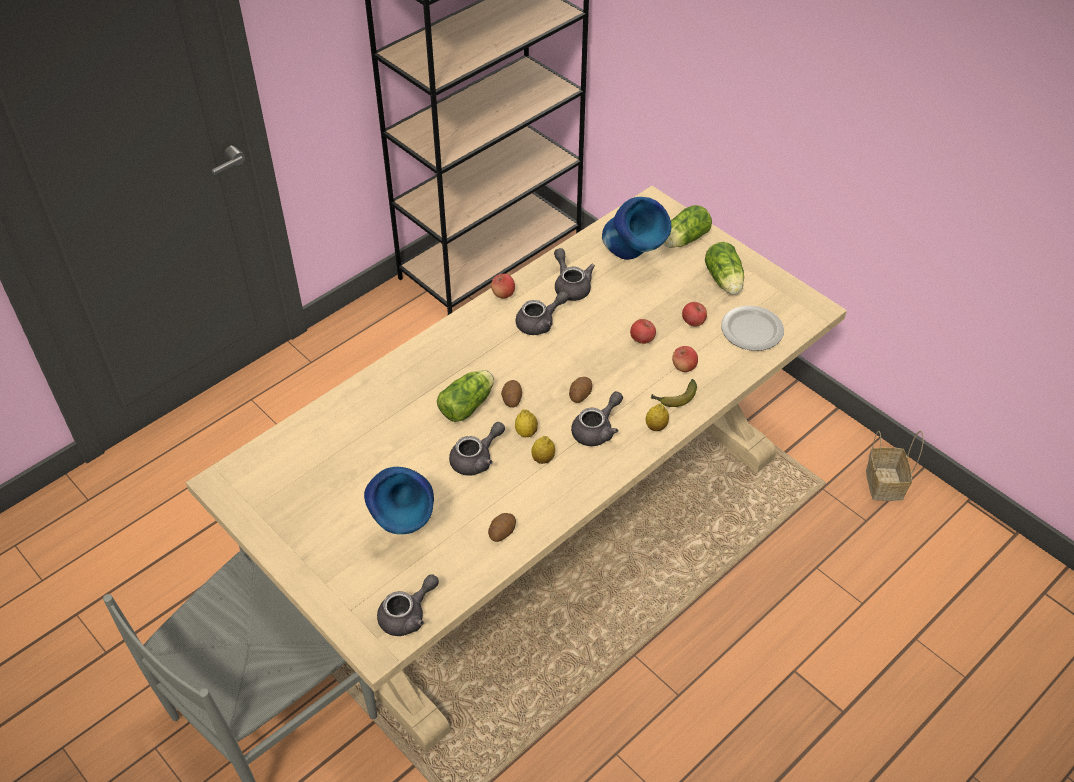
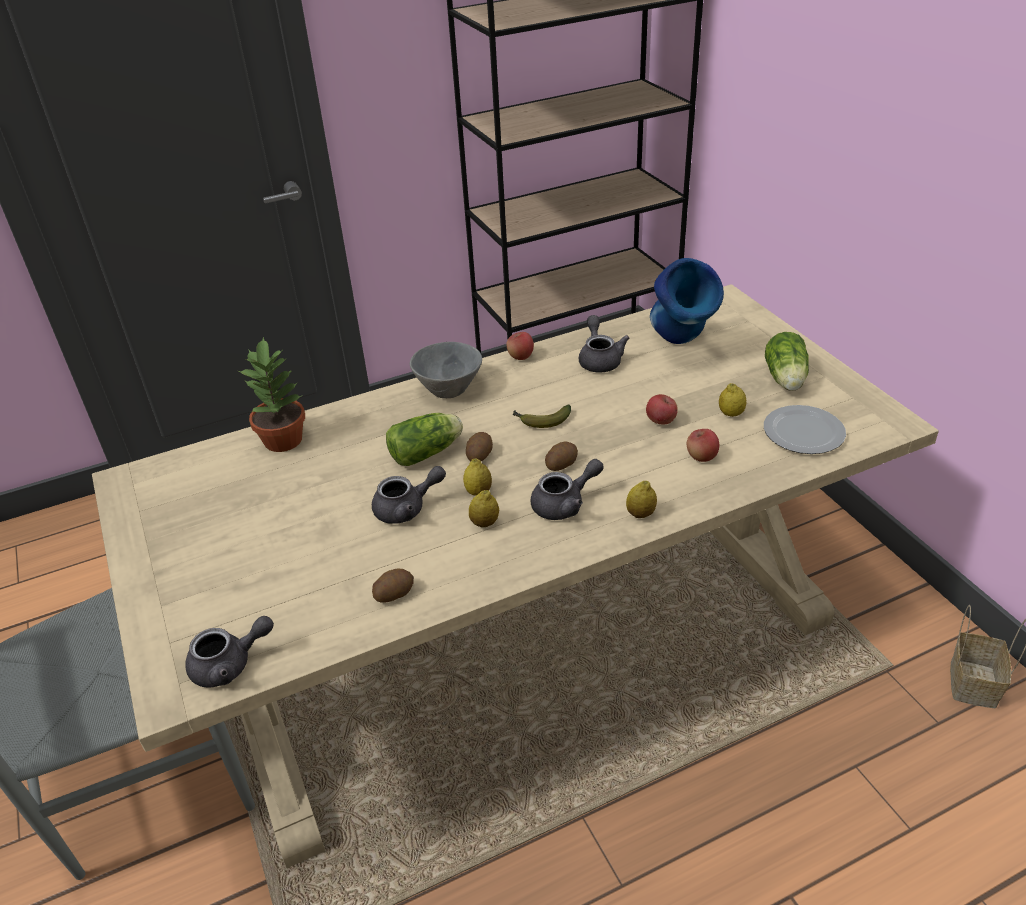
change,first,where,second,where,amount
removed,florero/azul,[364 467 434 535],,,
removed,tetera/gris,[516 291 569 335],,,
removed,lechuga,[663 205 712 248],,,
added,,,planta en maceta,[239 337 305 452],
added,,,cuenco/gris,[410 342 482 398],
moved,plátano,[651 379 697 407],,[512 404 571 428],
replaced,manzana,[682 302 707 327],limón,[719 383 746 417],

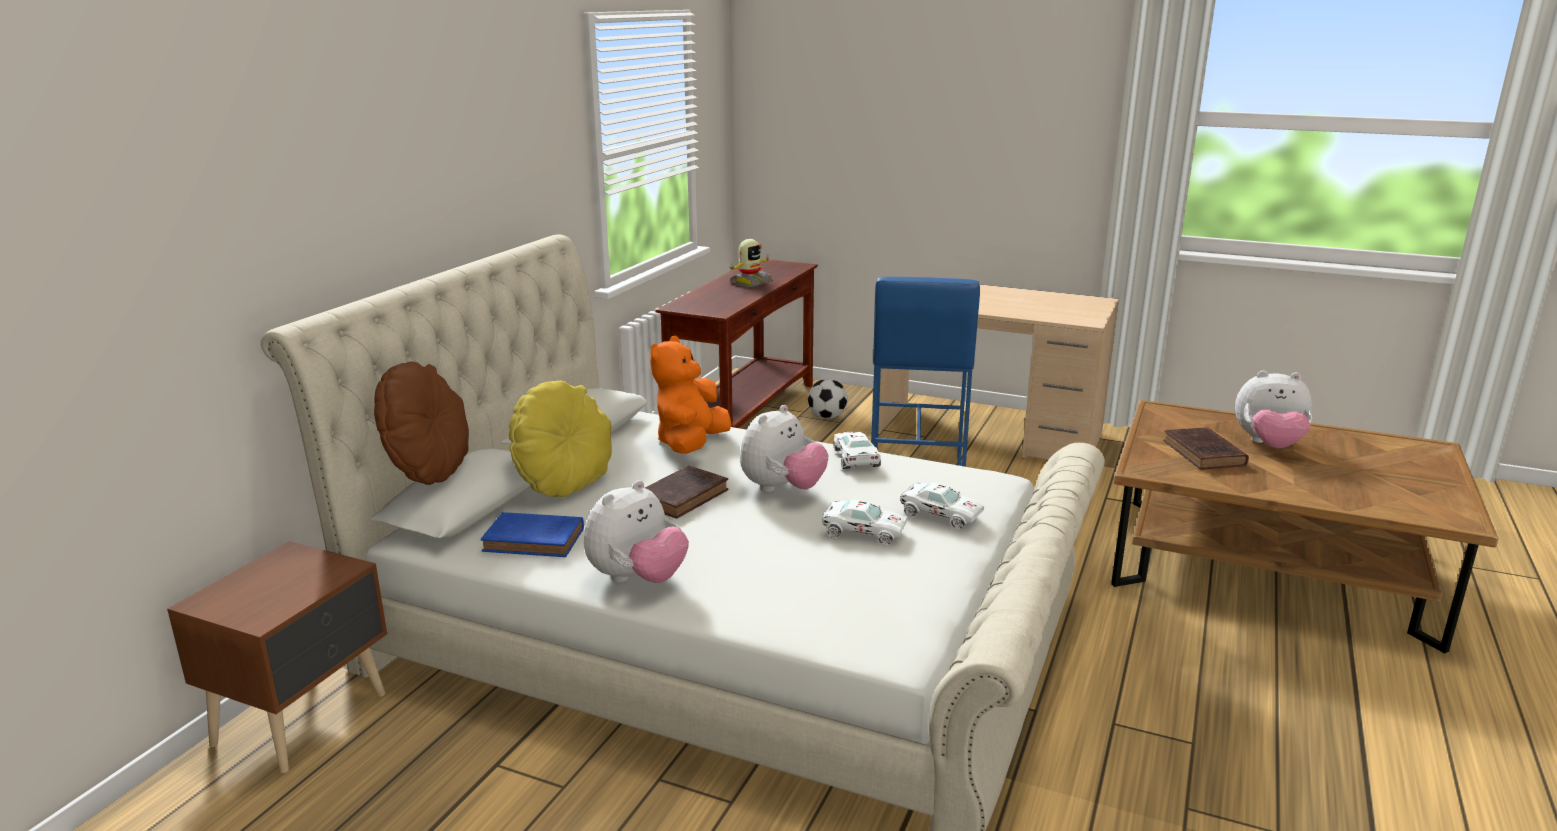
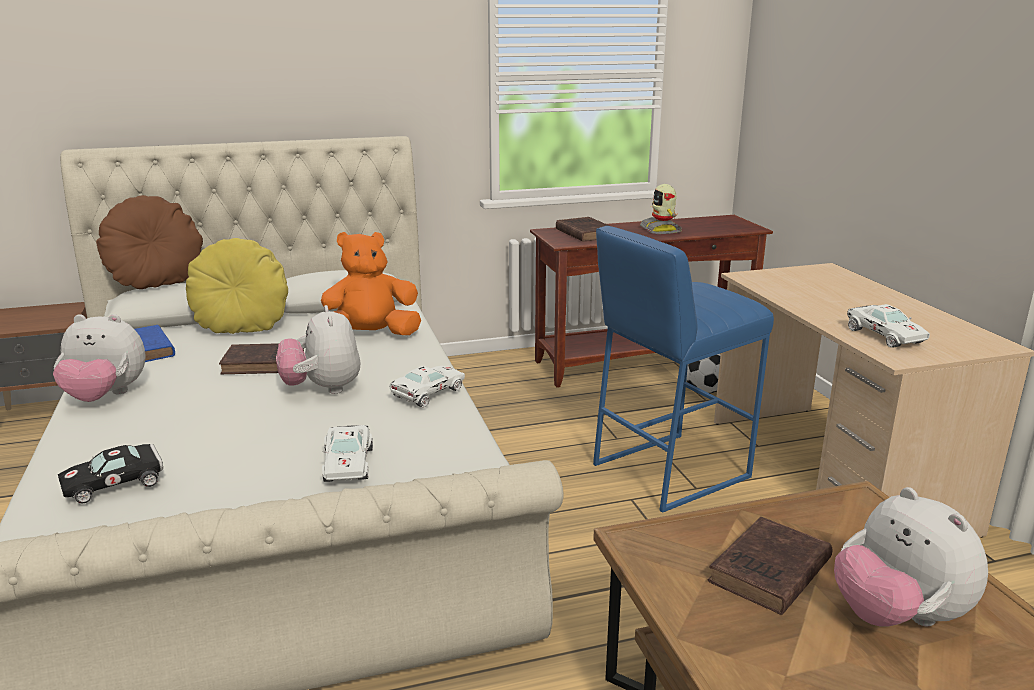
change,first,where,second,where,amount
added,,,coche de juguete/negro,[58 444 163 503],
added,,,libro/marrón,[556 217 610 242],
moved,coche de juguete/blanco,[822 500 907 545],,[847 304 930 348],
turned,robot de juguete,[730 239 773 287],,[640 184 682 234],75 degrees clockwise
turned,peluche,[740 405 828 492],,[276 305 360 394],75 degrees clockwise

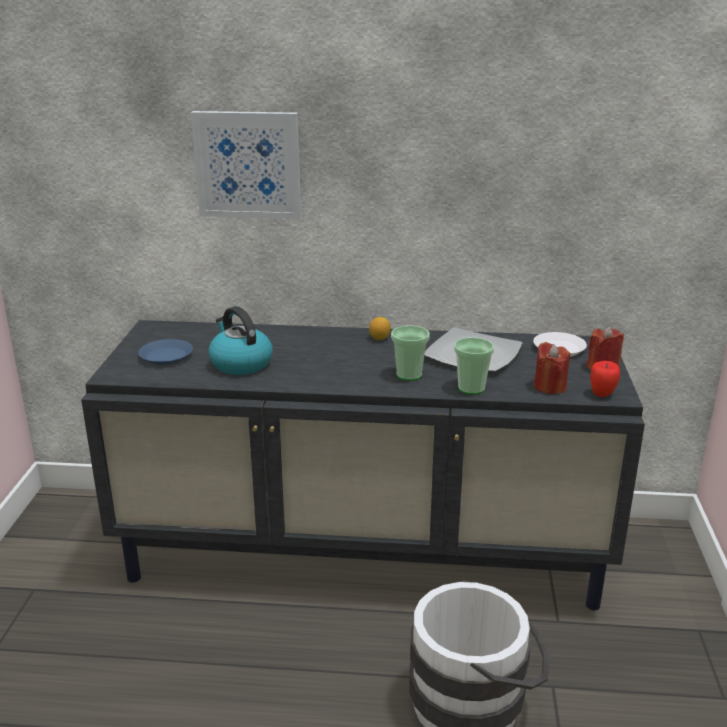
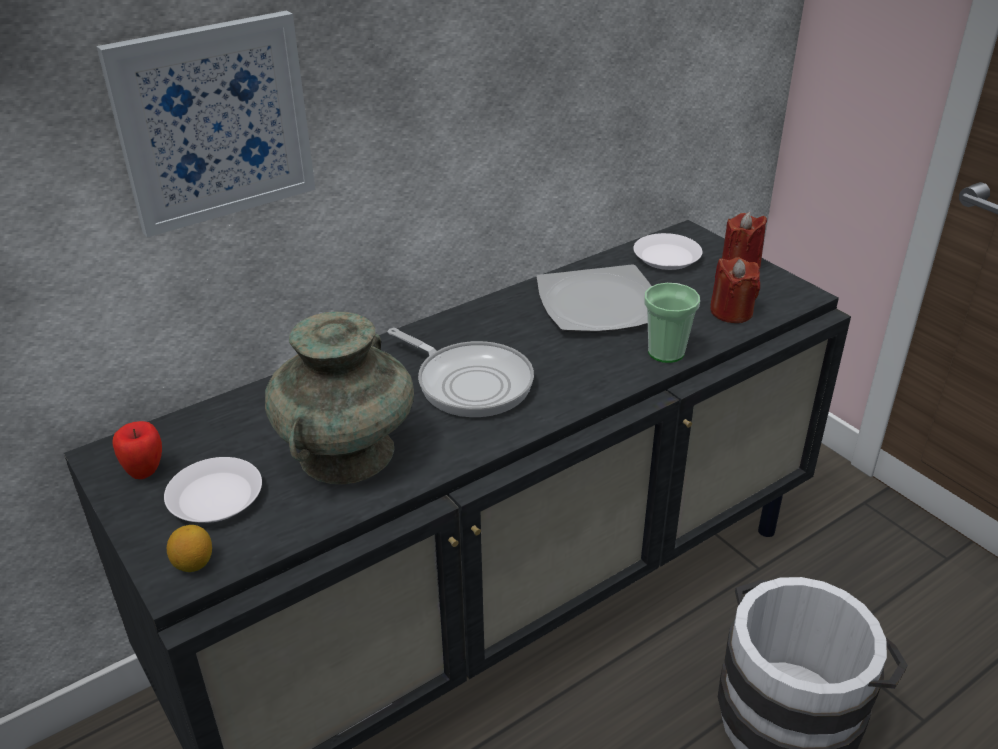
change,first,where,second,where,amount
removed,taza,[391 325 430 381],,,
added,,,sartén,[388 328 534 417],
moved,limón,[369 317 391 340],,[167 525 212 572],
moved,manzana,[590 361 620 397],,[113 421 162 479],
replaced,hervidor,[208 306 273 375],florero/turquesa,[265 312 414 484],
recoloured,plato/azul,[138 339 193 365],plato/blanco,[164 457 262 523],

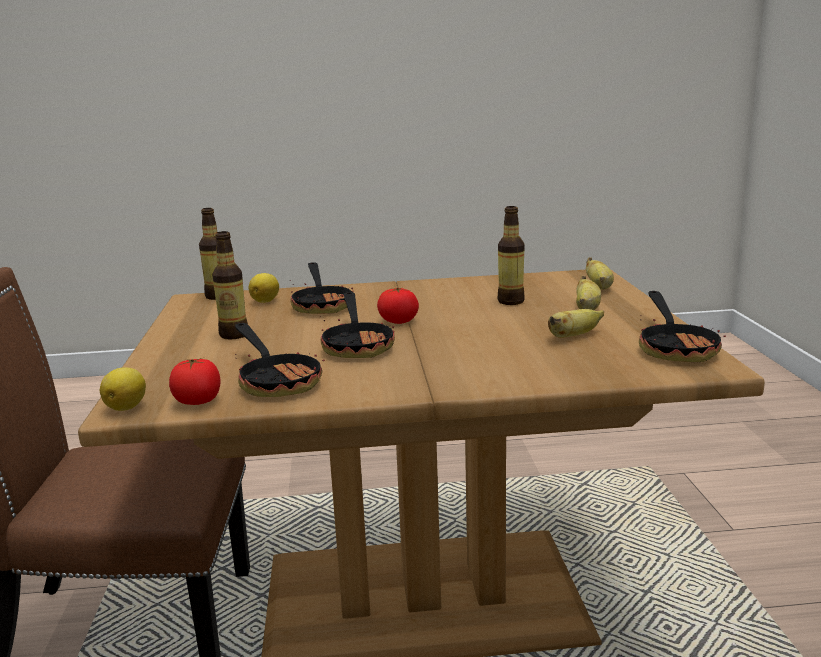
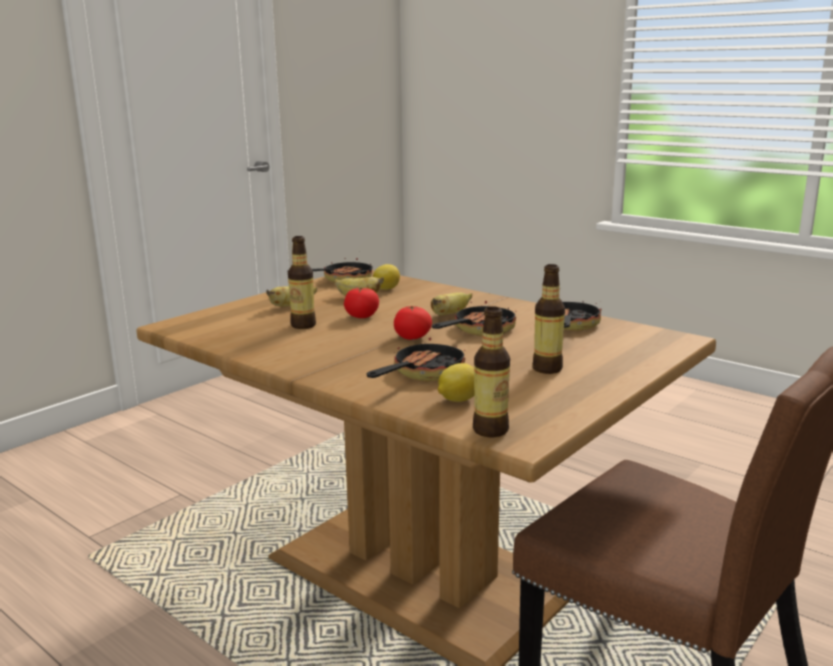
change,first,where,second,where,amount
moved,limón,[100 367 146 411],,[373 264 400 290],
moved,tomate,[169 357 221 405],,[344 287 379 318],
moved,plátano,[586 257 614 290],,[431 292 472 315],

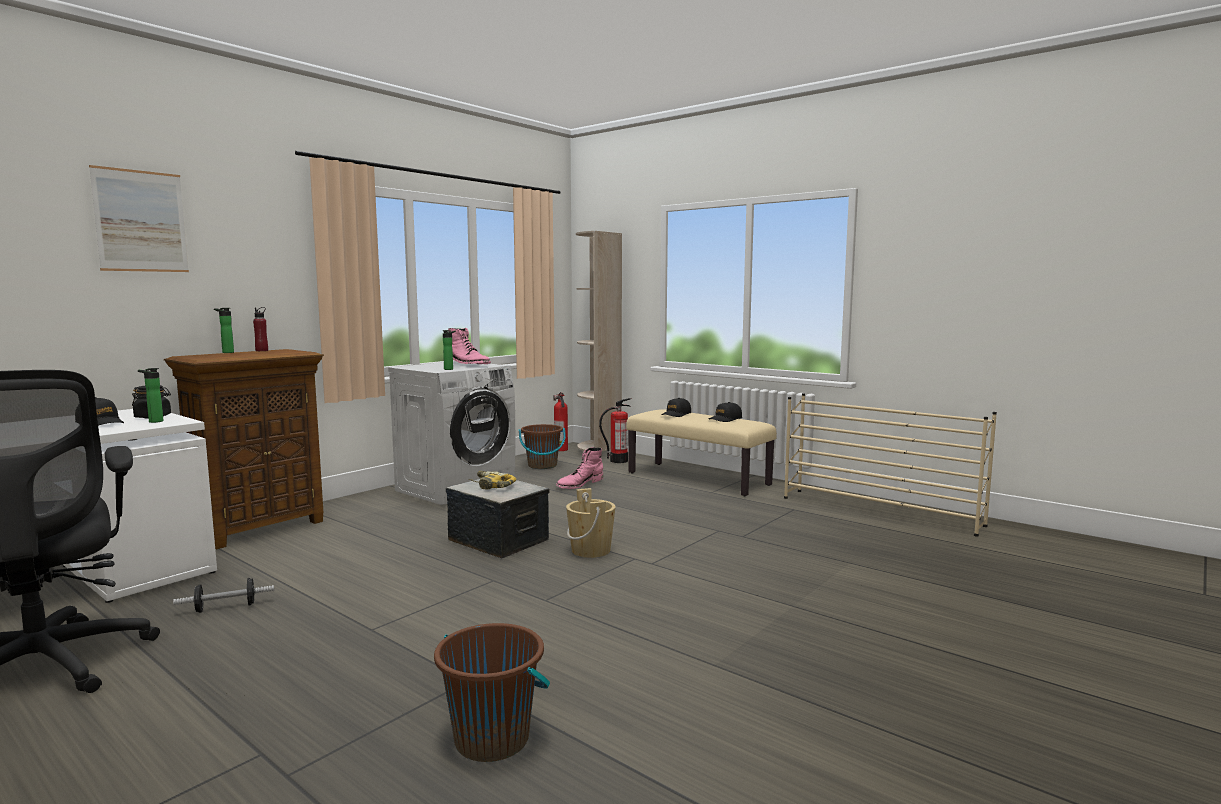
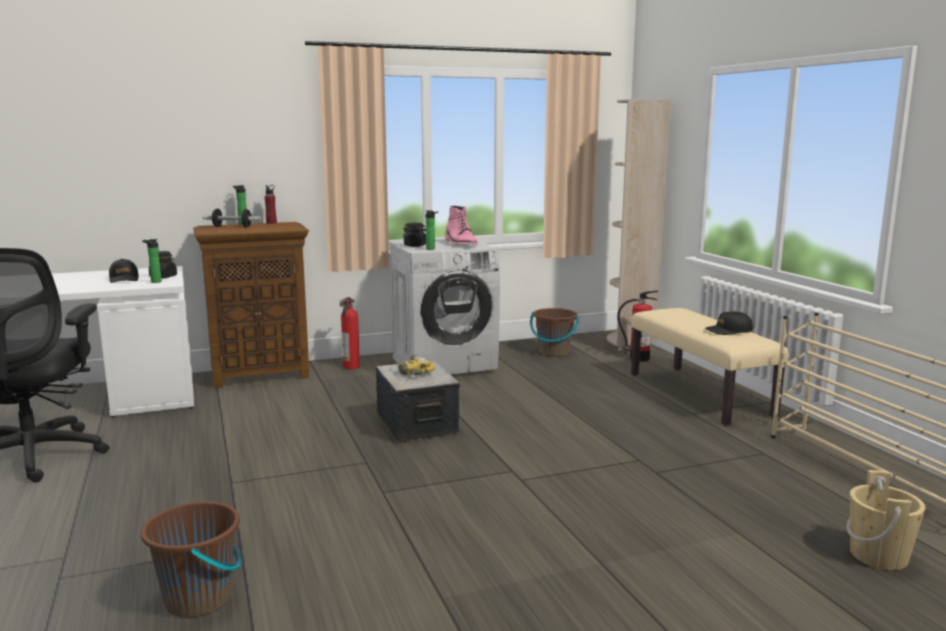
change,first,where,second,where,amount
removed,cuadro,[89 165 189 272],,,
removed,bota/rosa,[556 447 603 489],,,
removed,gorra/negro,[661 398 691 417],,,
added,,,tarro/negro,[403 223 426 247],
moved,mancuerna,[173 578 274 613],,[202 209 261 228],
moved,extintor,[553 392 568 451],,[340 297 360 369],
moved,cubo/beis,[566 488 616 558],,[846 470 925 570],

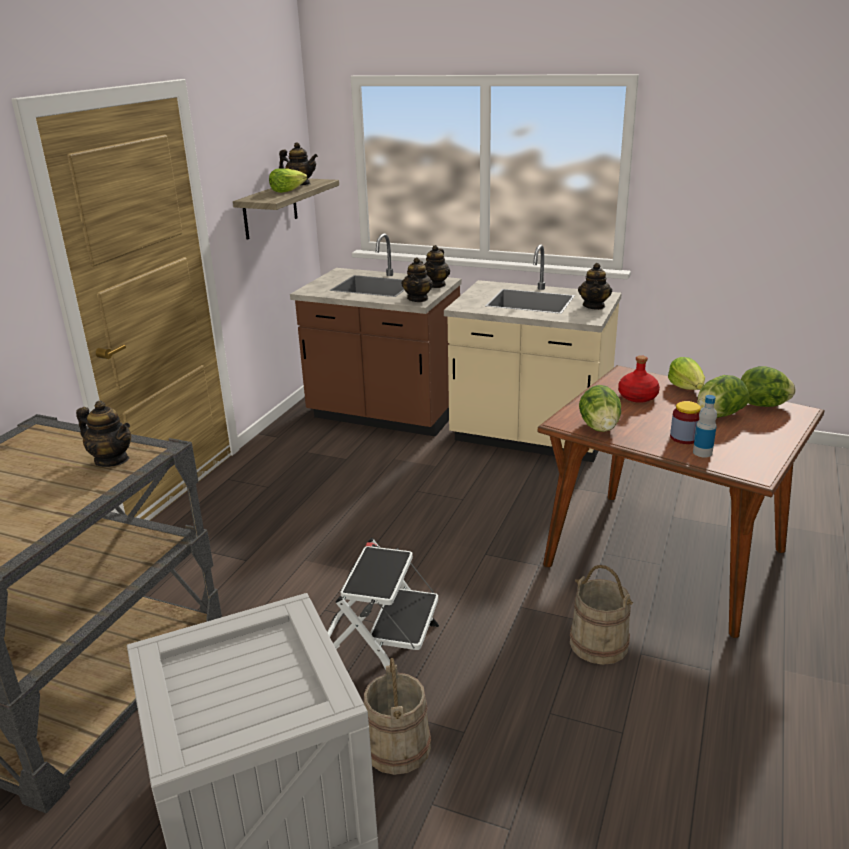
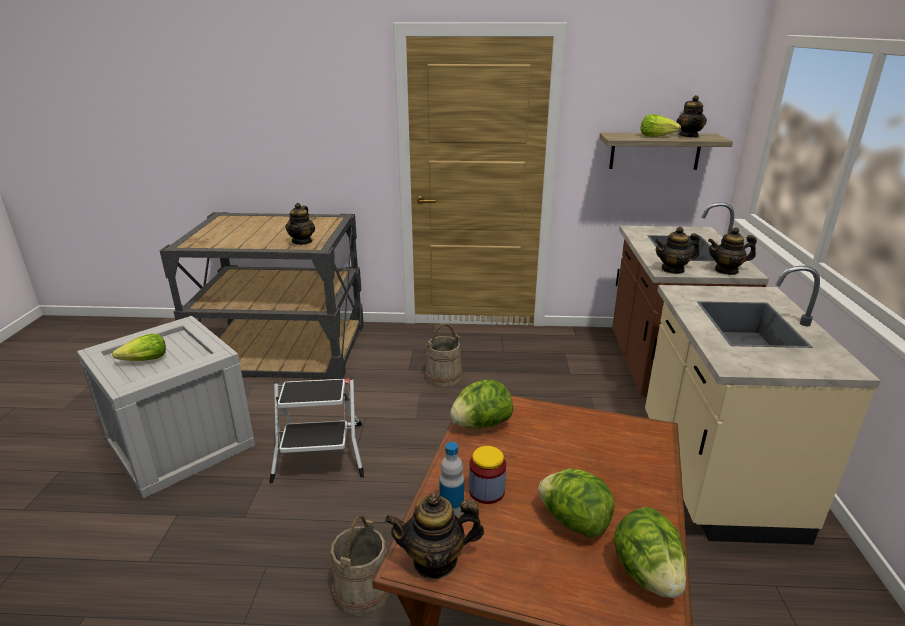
change,first,where,second,where,amount
removed,botella/rojo,[618 355 660 403],,,
moved,cubo/beis,[364 658 431 775],,[426 324 462 387],
moved,tetera,[578 263 612 310],,[385 493 484 579],
moved,lechuga,[668 357 705 390],,[112 333 166 361],

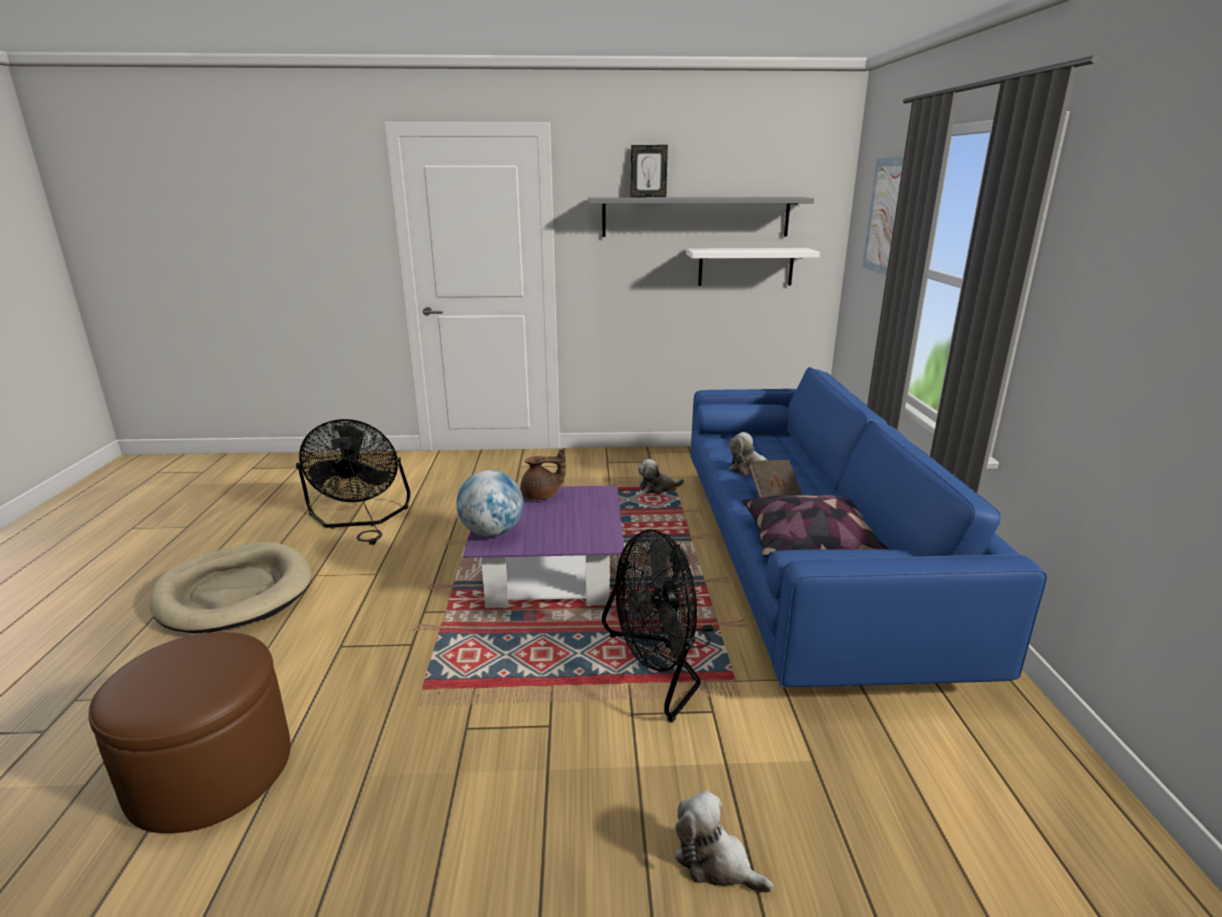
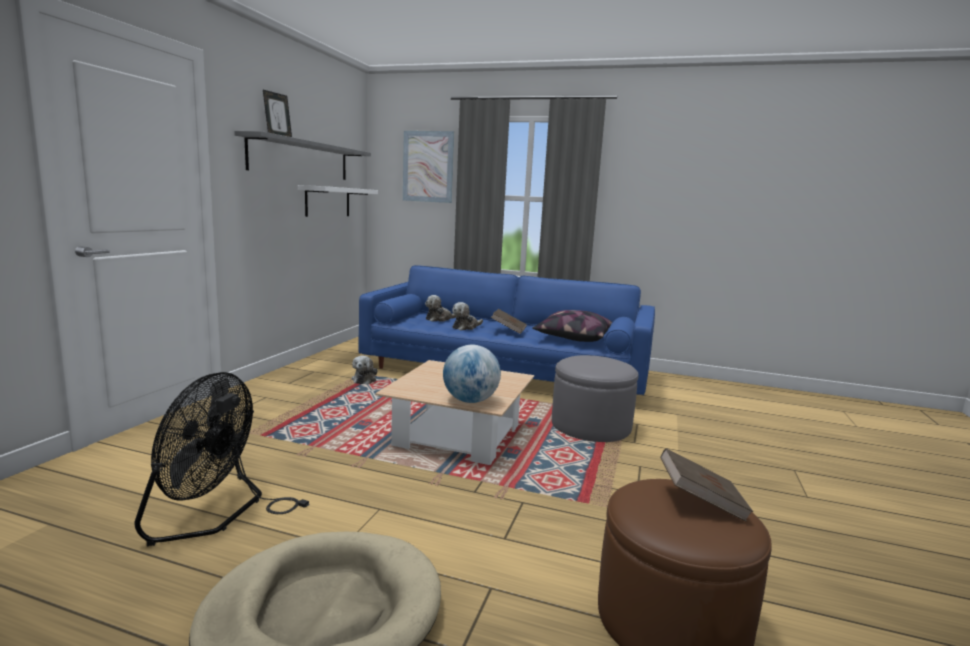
change,first,where,second,where,amount
removed,tetera/marrón,[520 449 566 500],,,
added,,,libro/marrón,[660 448 753 522],
moved,peluche,[675 790 773 893],,[425 295 456 322],
replaced,ventilador/negro,[602 529 714 723],puf/gris,[552 355 639 442],
recoloured,mesa de centro/morado,[463 485 625 608],mesa de centro/beis,[375 360 534 465],

